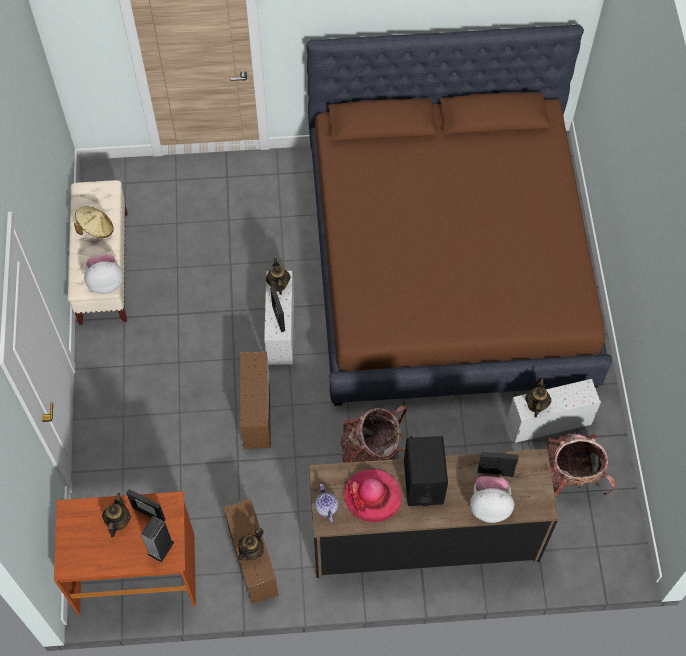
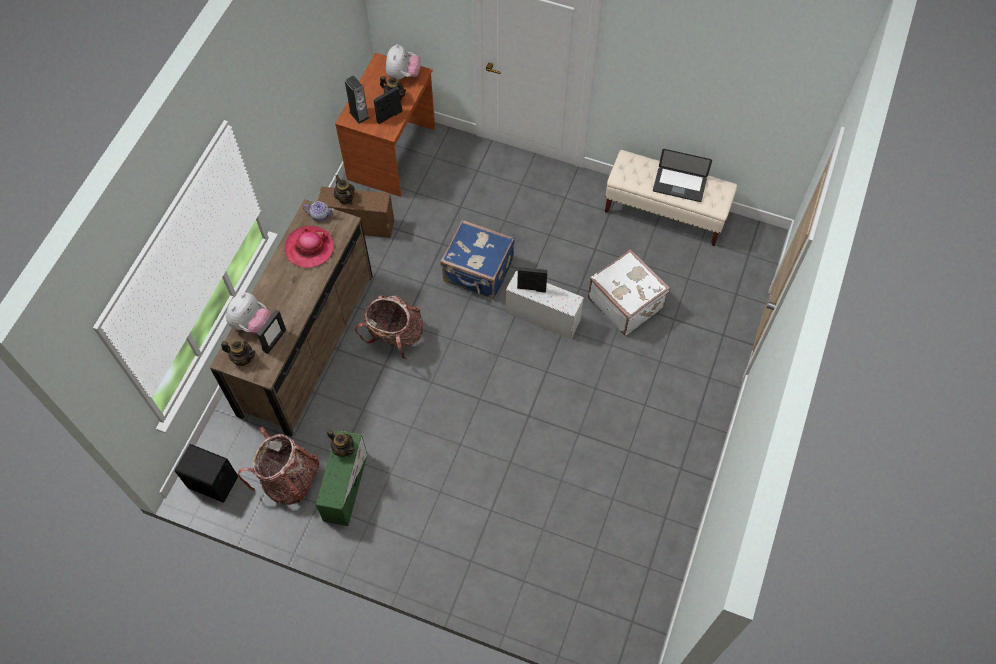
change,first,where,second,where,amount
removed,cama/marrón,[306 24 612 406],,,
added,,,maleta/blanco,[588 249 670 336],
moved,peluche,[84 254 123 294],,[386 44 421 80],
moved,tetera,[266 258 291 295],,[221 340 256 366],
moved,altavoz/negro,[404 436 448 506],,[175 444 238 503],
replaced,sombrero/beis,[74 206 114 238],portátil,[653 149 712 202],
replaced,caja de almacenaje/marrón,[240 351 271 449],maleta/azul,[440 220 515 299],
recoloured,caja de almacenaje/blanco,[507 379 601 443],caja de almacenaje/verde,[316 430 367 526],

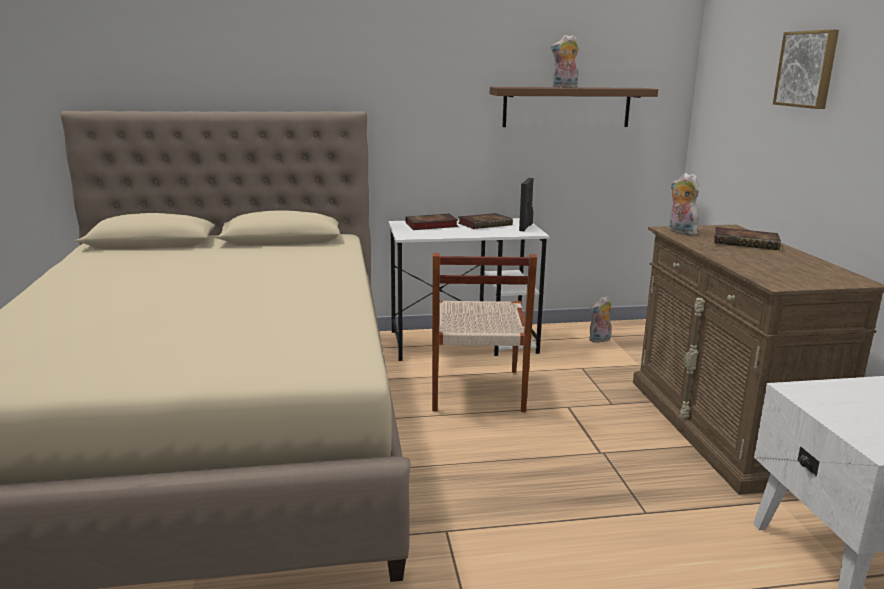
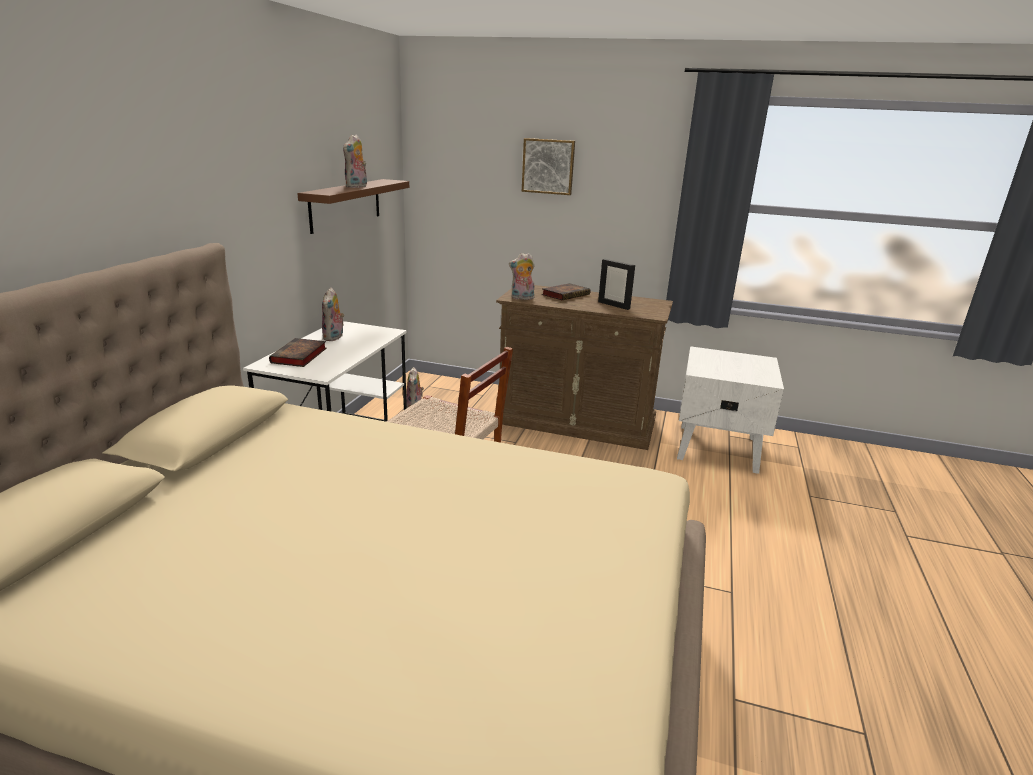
change,first,where,second,where,amount
moved,portarretratos,[519 178 534 231],,[598 259 635 310],
replaced,libro,[458 213 513 229],peluche,[322 287 345 341],

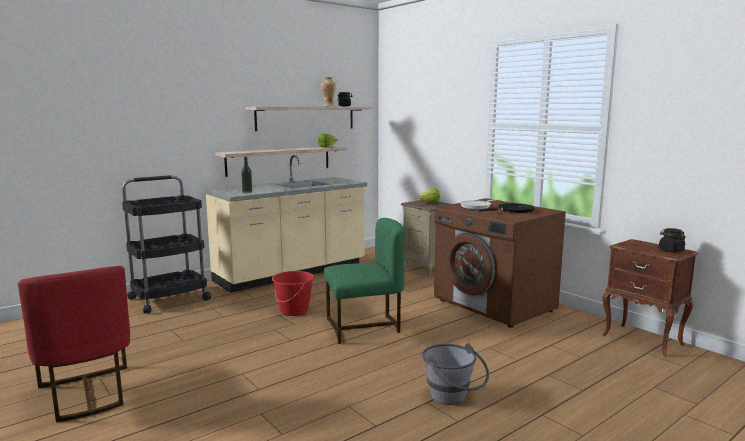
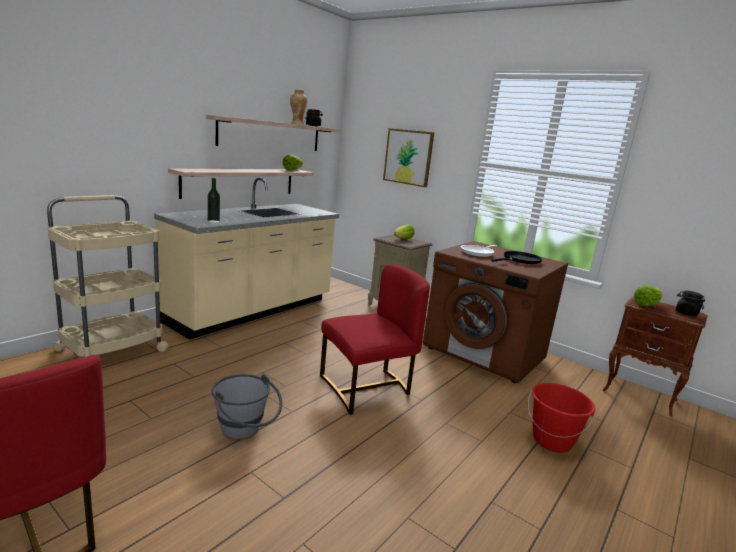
change,first,where,second,where,amount
added,,,cuadro,[383 128 434 187],
added,,,lechuga,[634 285 662 306],
moved,cubo/rojo,[272 271 315 316],,[528 383 595 453],
moved,cubo/gris,[422 343 489 405],,[212 374 282 440],
recoloured,carrito/negro,[122 175 211 314],carrito/beis,[47 195 168 357],
recoloured,silla/verde,[324 218 405 344],silla/rojo,[320 264 430 415],

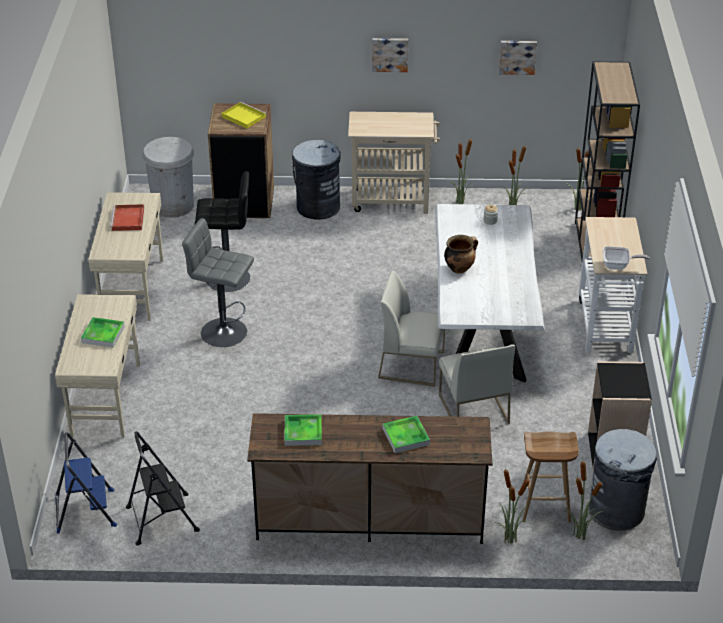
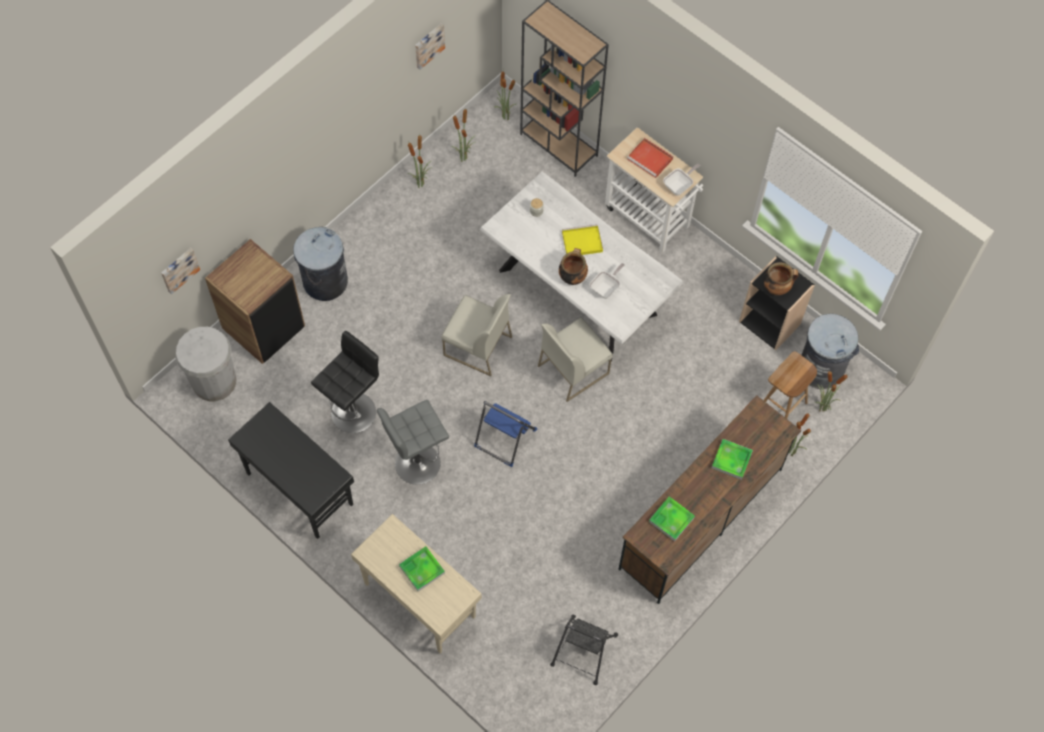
change,first,where,second,where,amount
removed,carrito/beis,[348 112 440 214],,,
added,,,sartén,[590 263 625 299],
added,,,olla,[763 262 799 295],
moved,escalera de tijera/azul,[55 432 117 534],,[474 401 537 467],
moved,bandeja/rojo,[110 204 144 231],,[627 138 673 178],
moved,bandeja/amarillo,[222 102 267 129],,[562 224 603 255],
moved,cuadro,[372 38 408 72],,[161 248 200 294],
moved,silla/blanco,[439 344 515 424],,[441 294 512 376],
recoloured,mesa consola/beis,[88 192 163 321],mesa consola/negro,[228 402 354 539],

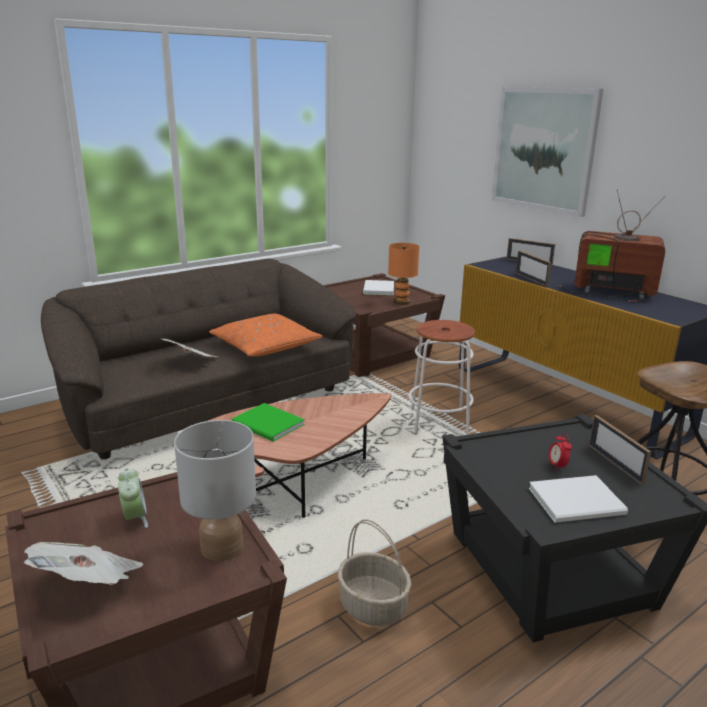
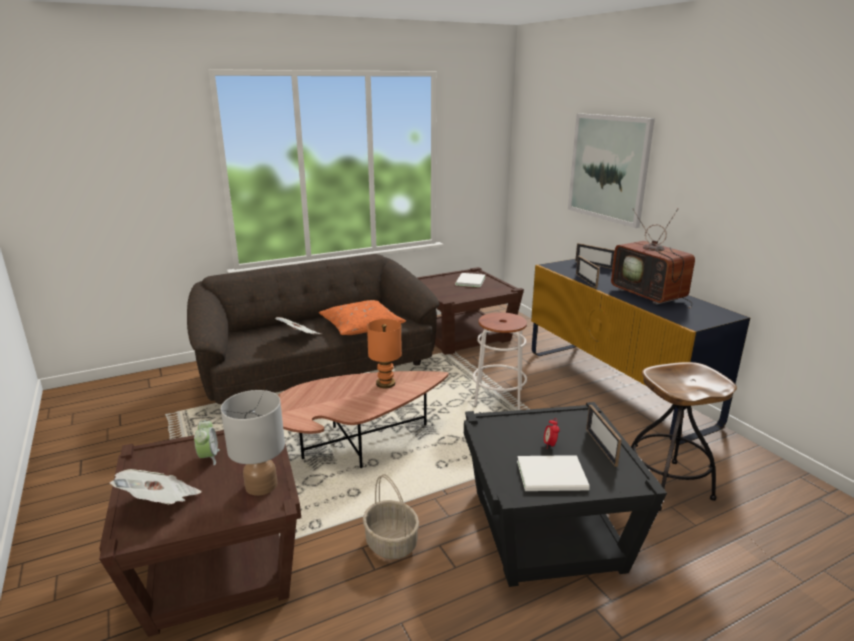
change,first,where,second,where,amount
removed,libro/verde,[232 403 305 442],,,
moved,lámpara de mesa/naranja,[388 243 419 305],,[367 319 402 388],
turned,televisor,[559 189 665 302],,[611 208 695 309],150 degrees counterclockwise

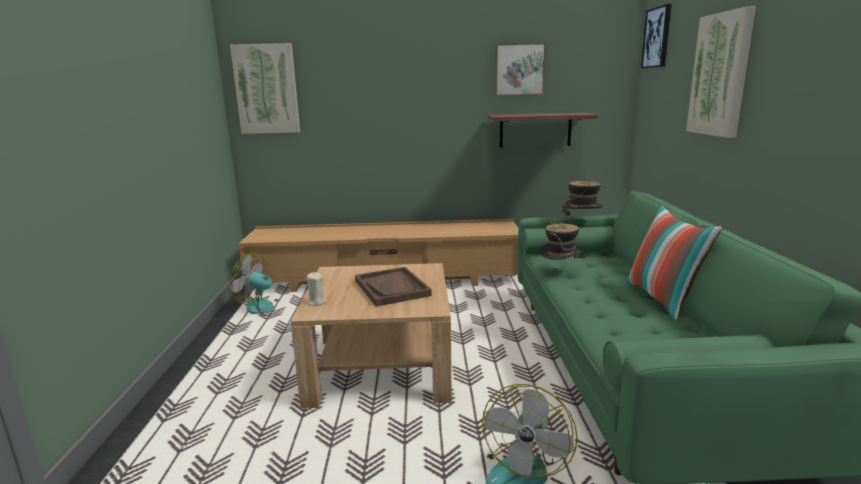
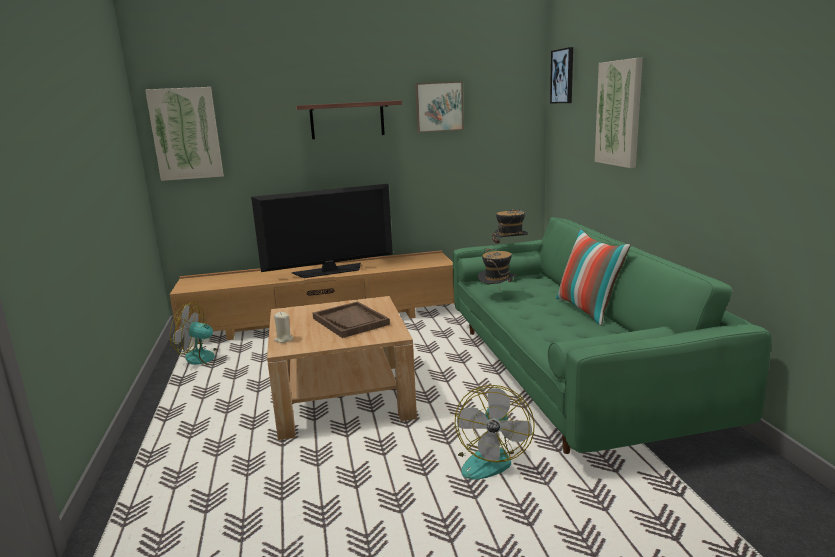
change,first,where,second,where,amount
added,,,televisor,[251 184 393 278],
moved,estante,[488 112 598 147],,[296 100 402 139],

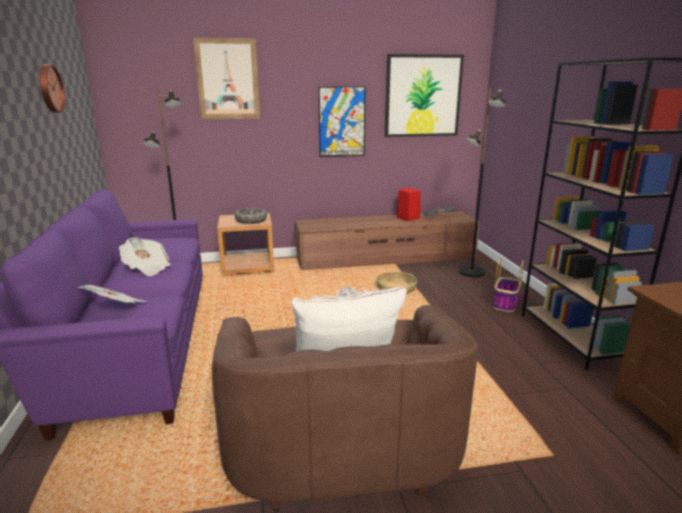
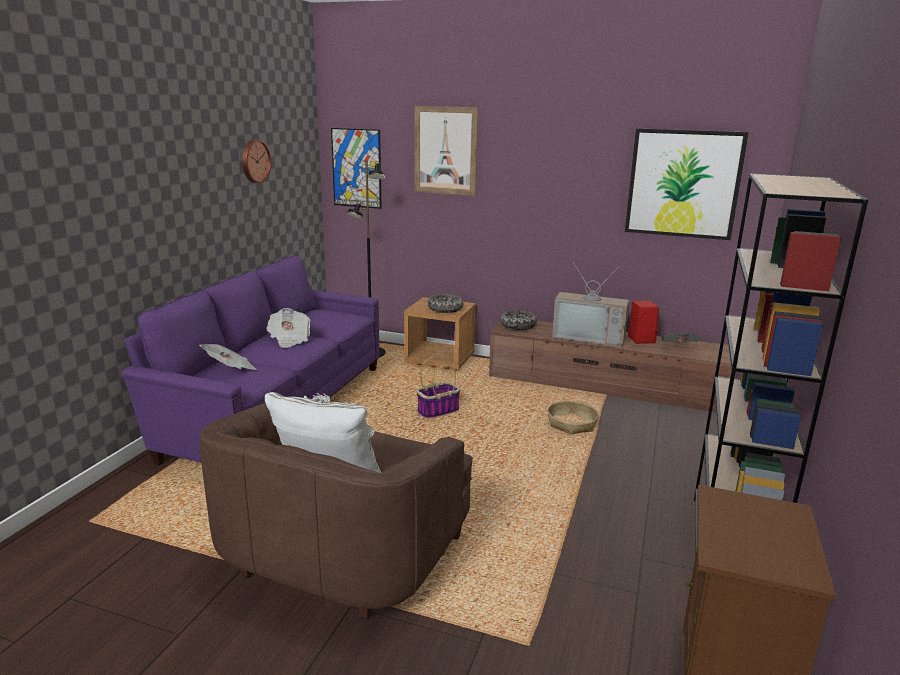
change,first,where,second,where,amount
removed,lámpara de pie/negro,[458 89 505 277],,,
added,,,cuenco,[500 310 537 330],
added,,,televisor,[552 264 630 347],
moved,cuadro,[318 87 366 157],,[331 128 382 209],
moved,cesta,[493 257 524 312],,[417 357 460 419],

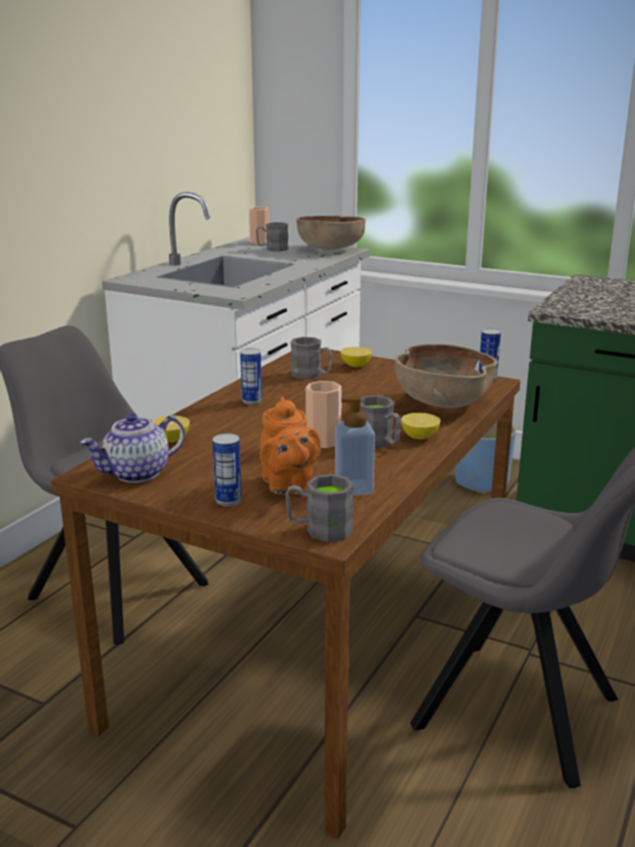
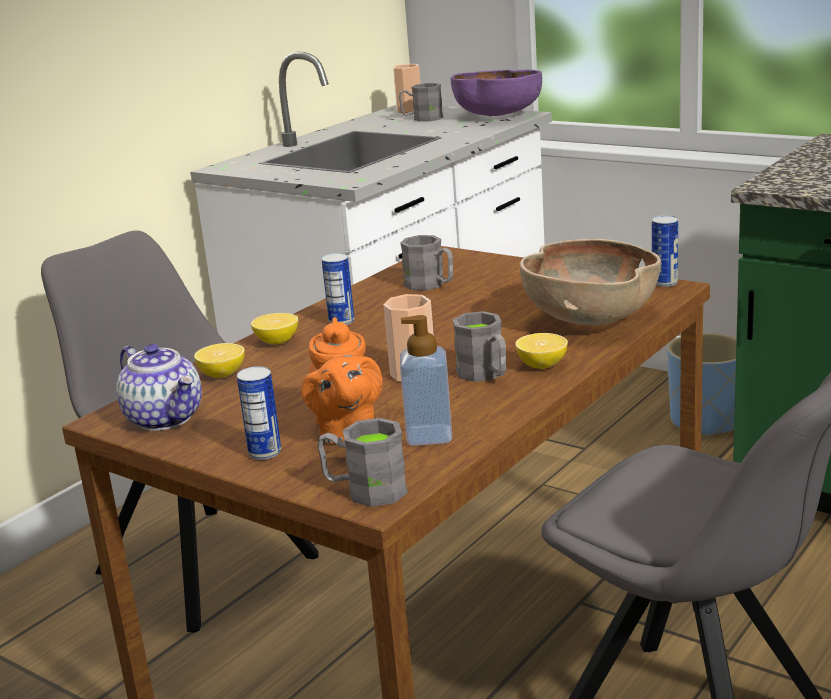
change,first,where,second,where,amount
moved,limón,[340 347 372 367],,[251 313 298 345],
recoloured,cuenco/marrón,[297 215 366 250],cuenco/morado,[451 70 542 116],
turned,tetera,[80 413 185 483],,[116 344 202 431],105 degrees counterclockwise

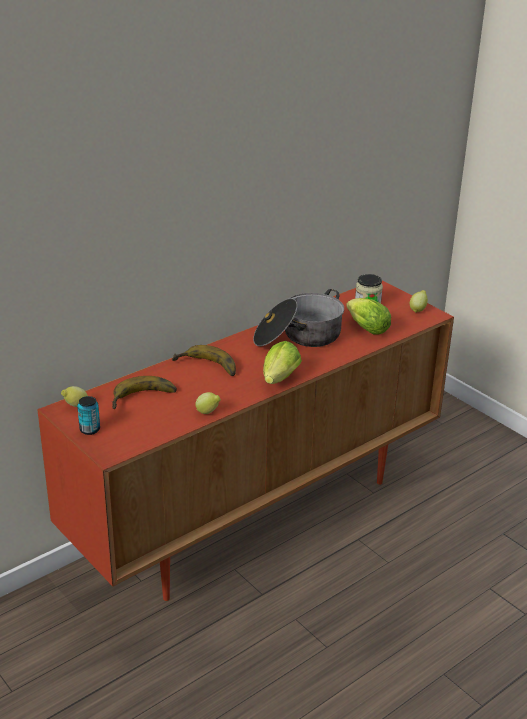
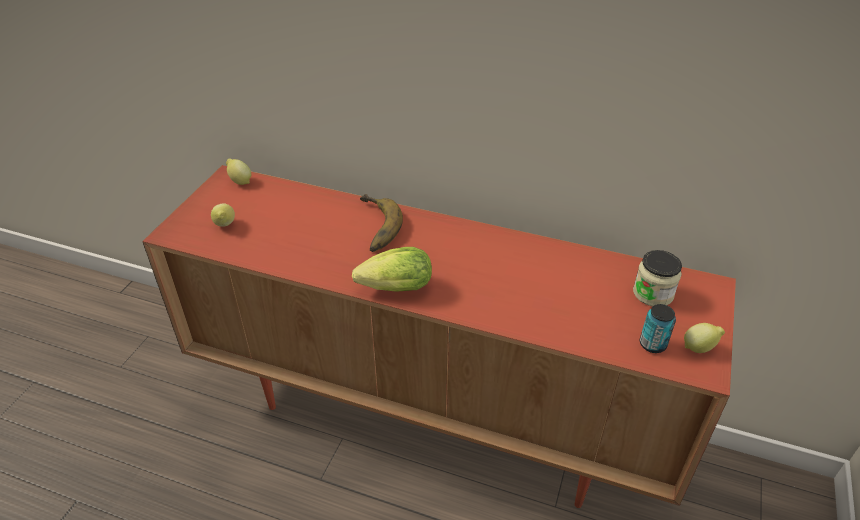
change,first,where,second,where,amount
removed,plátano,[112 376 177 409],,,
removed,olla,[253 289 344 347],,,
removed,lechuga,[346 298 391 334],,,
moved,lata,[77 396 100 435],,[640 304 676 353],
moved,limón,[196 392 221 414],,[211 203 235 227],

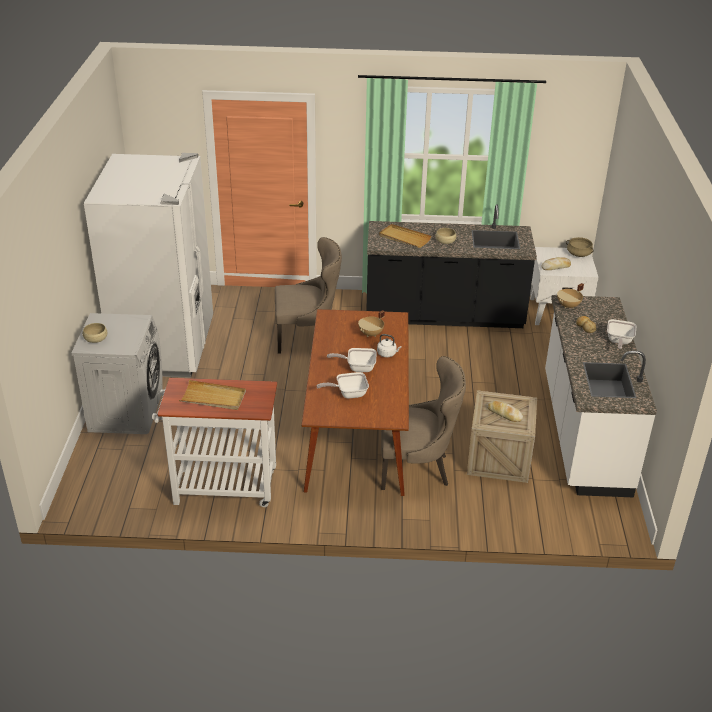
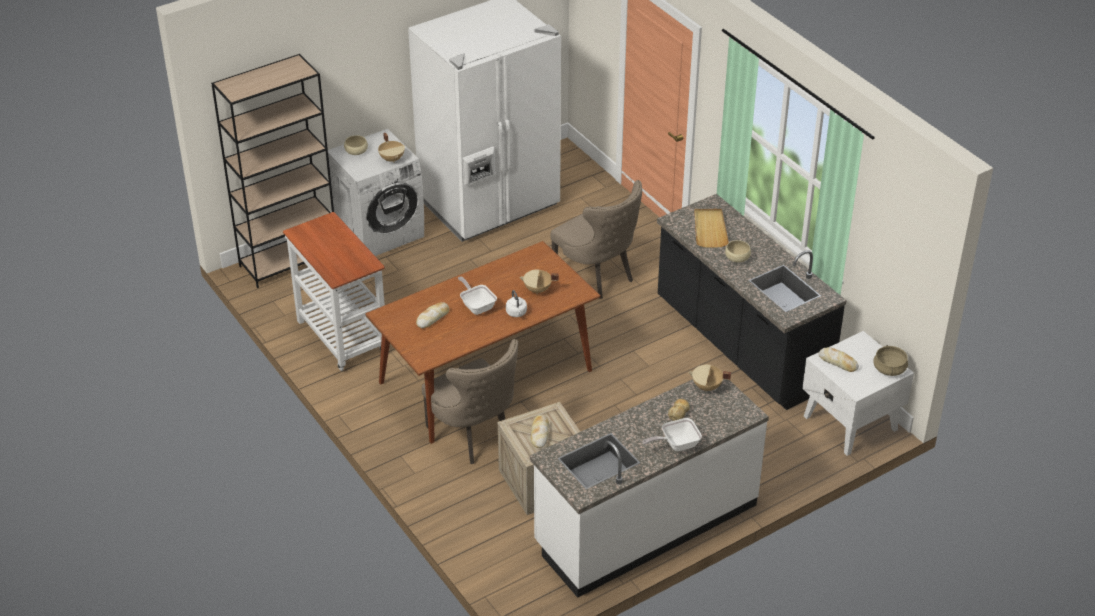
change,first,where,second,where,amount
removed,bandeja/beis,[179 380 246 410],,,
added,,,estantería/beis,[211 54 334 288],
added,,,olla/beis,[378 133 405 163],
replaced,sartén,[317 372 369 399],pan,[416 302 449 328],

